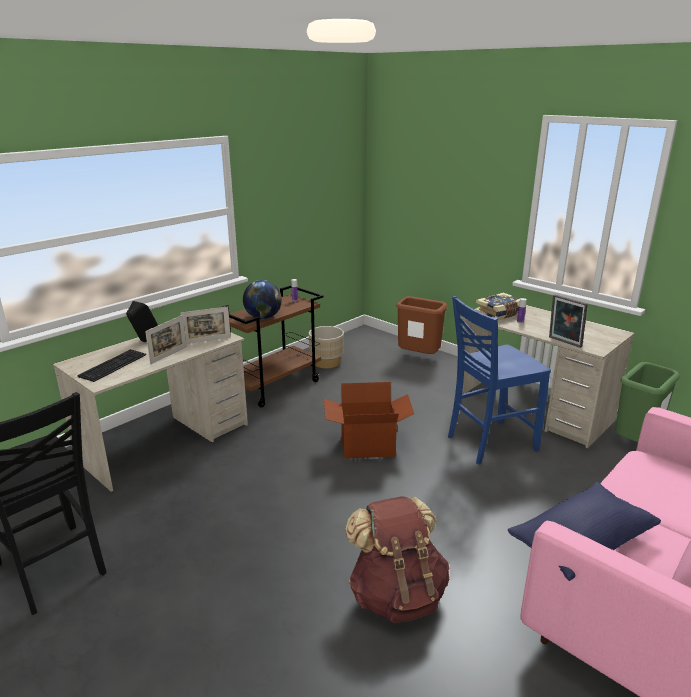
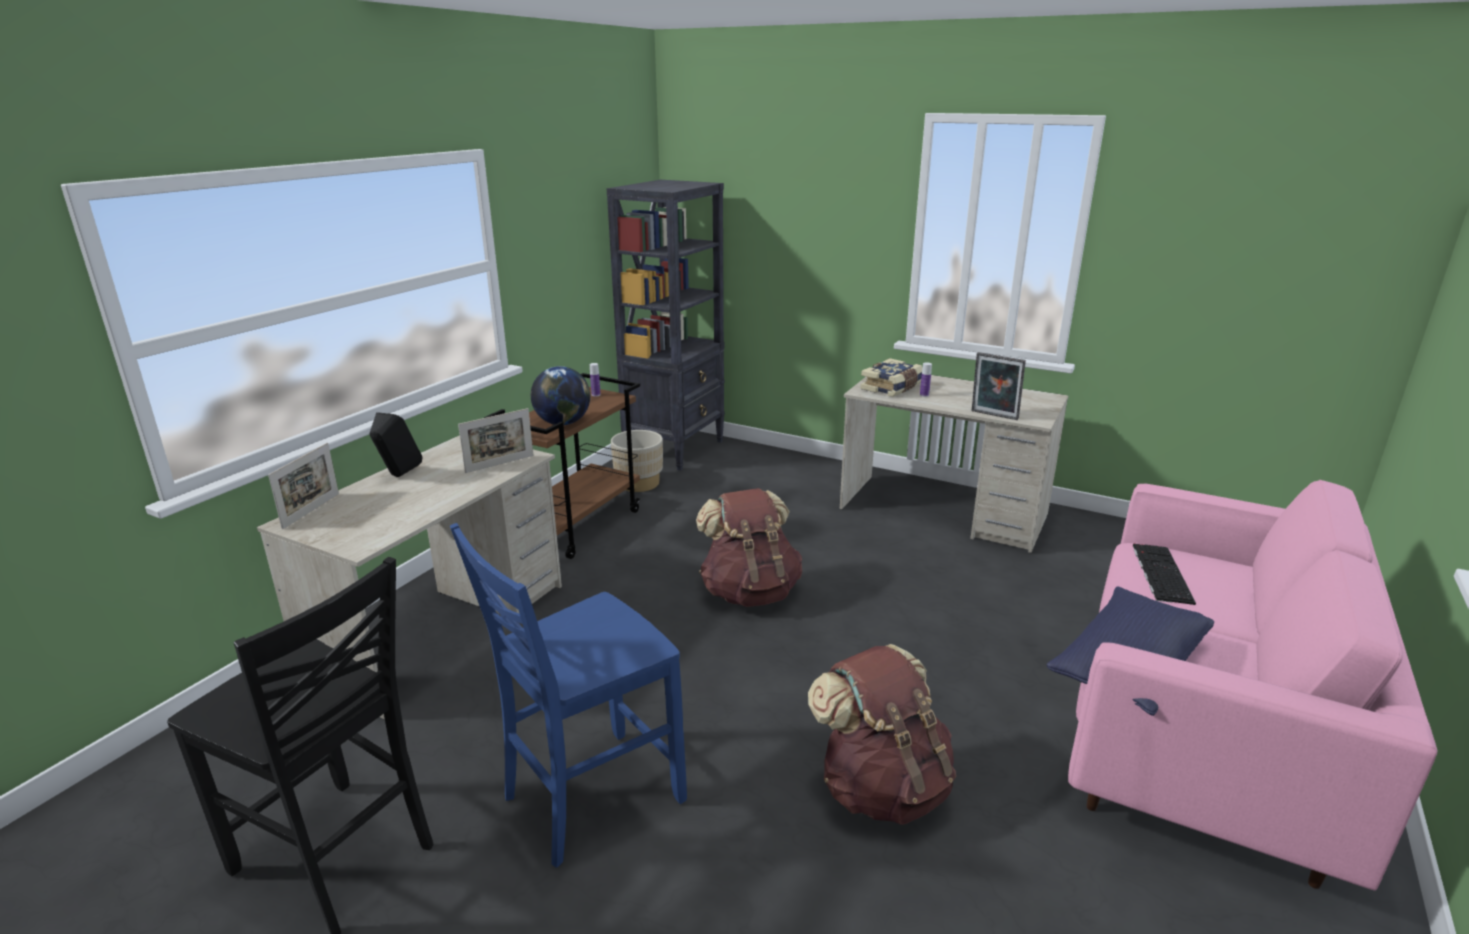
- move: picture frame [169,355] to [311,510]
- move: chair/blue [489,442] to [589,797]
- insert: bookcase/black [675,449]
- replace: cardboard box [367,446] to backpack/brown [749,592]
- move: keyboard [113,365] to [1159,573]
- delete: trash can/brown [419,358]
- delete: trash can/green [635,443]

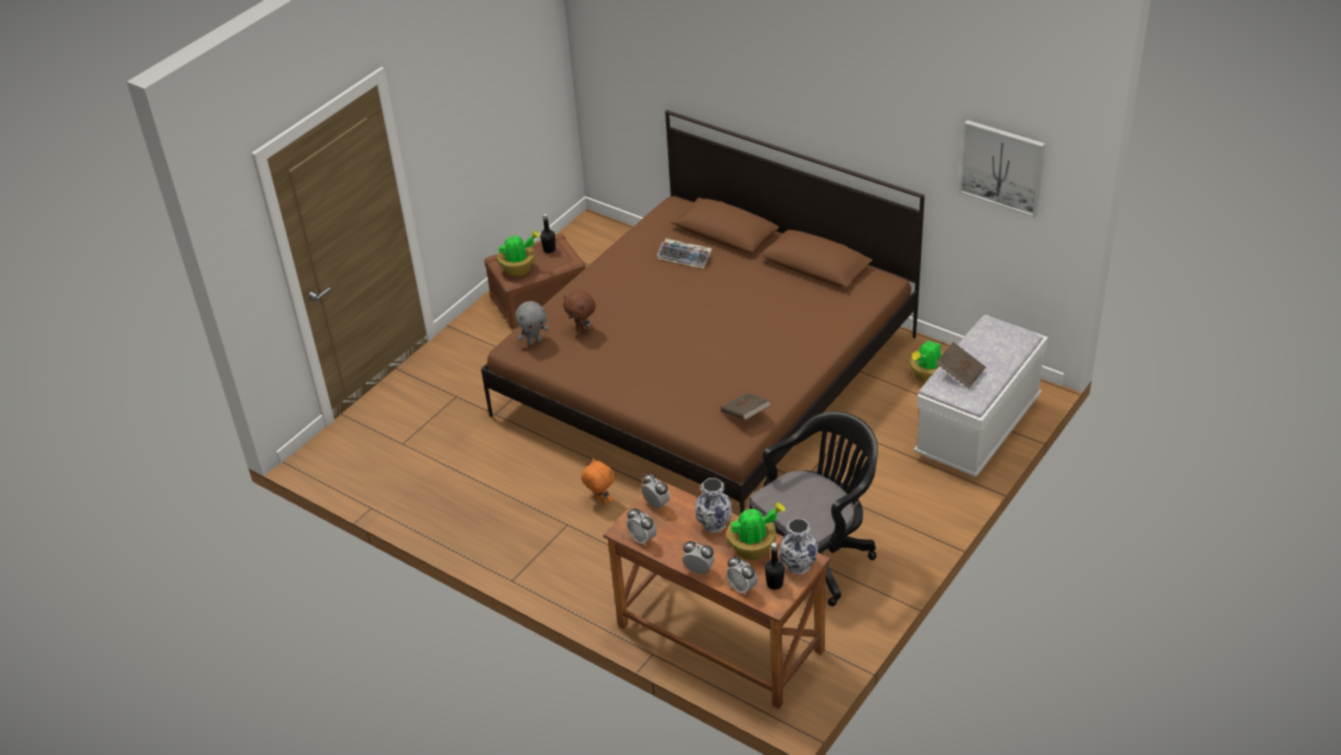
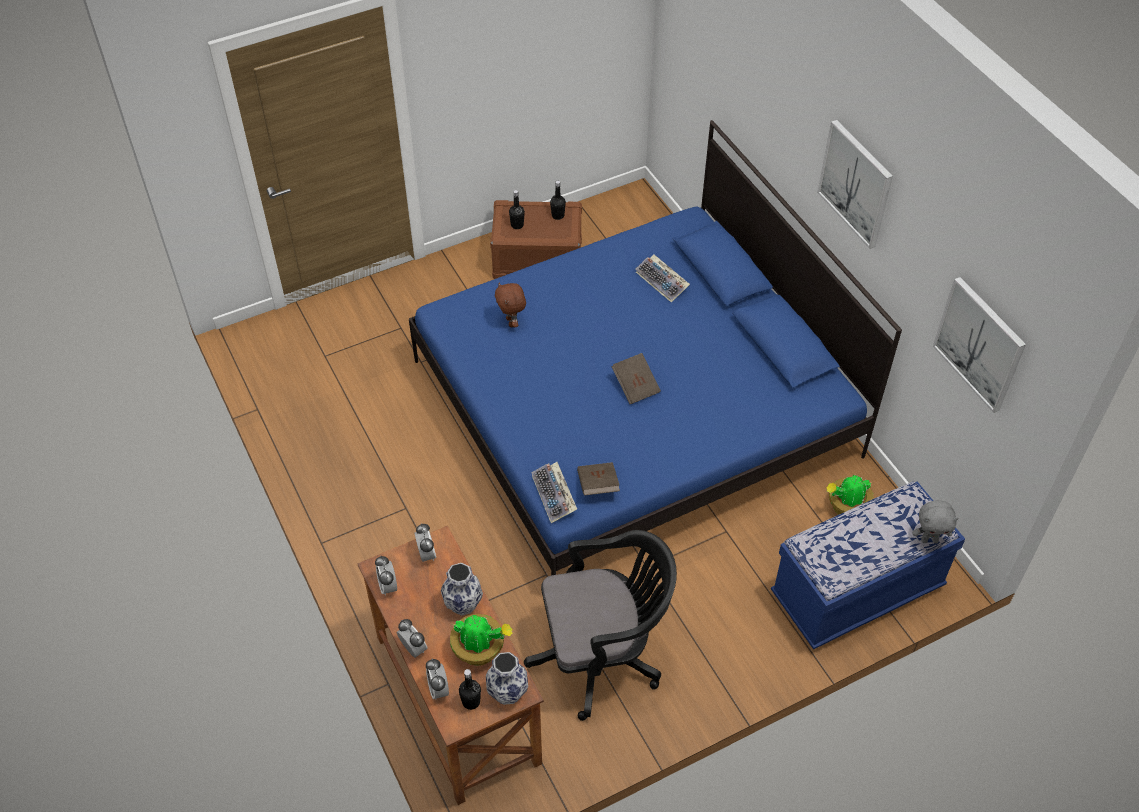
- recolor: bed/brown [707,375] to bed/blue [634,408]
- replace: potted plant [519,269] to bottle/black [517,225]
- insert: keyboard [554,496]
- move: book/brown [960,373] to [636,386]
- recolor: bench/white [977,429] to bench/blue [856,592]
- insert: picture [856,183]
- move: plush toy/grey [534,341] to [929,540]
- delete: plush toy/orange [600,501]

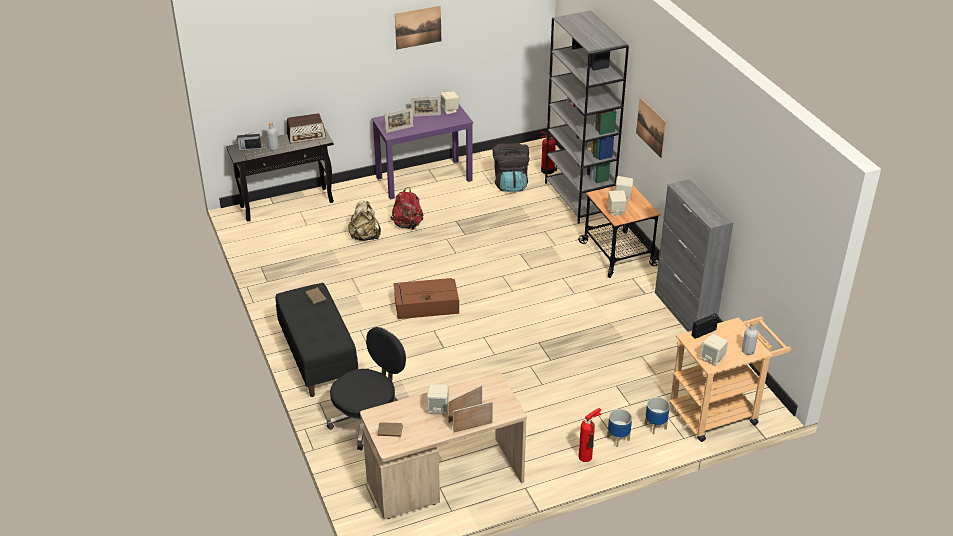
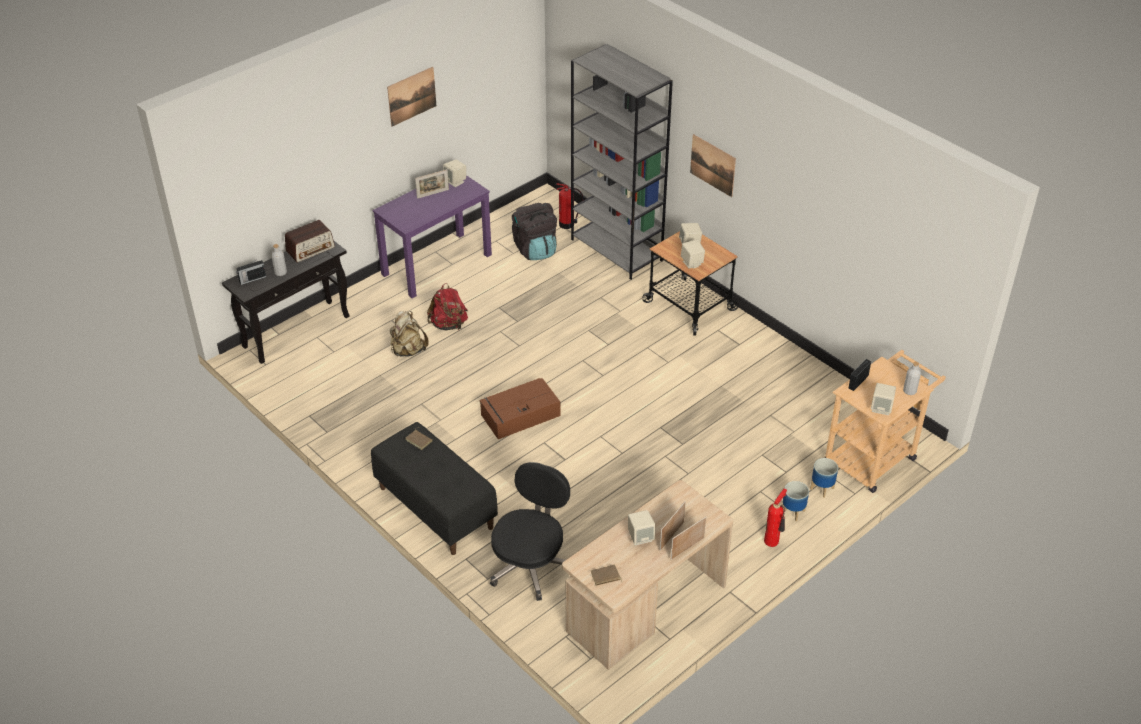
- delete: picture frame [399,129]
- delete: cabinet/grey [684,312]

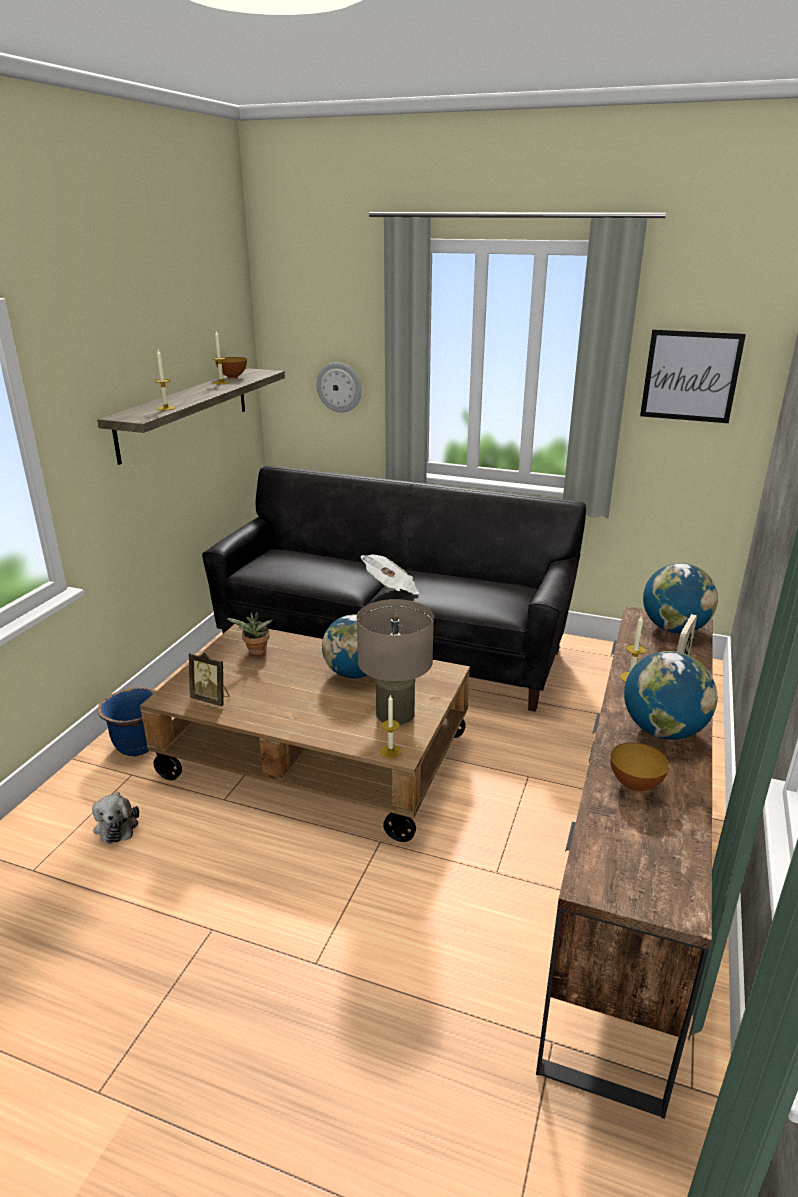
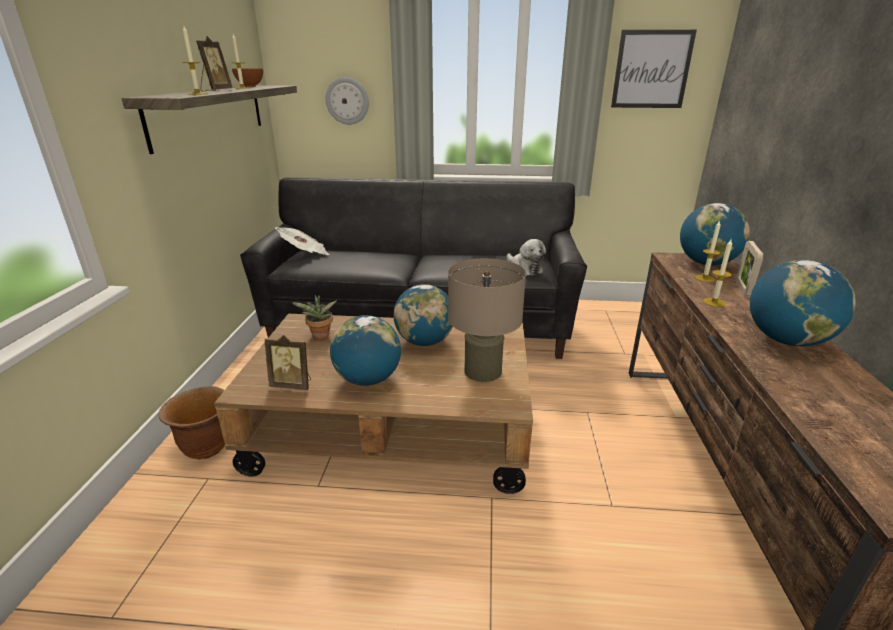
- recolor: planter/blue [137,745] to planter/brown [206,446]
- insert: picture frame [216,91]
- move: newspaper [391,588] to [305,253]
- insert: globe [368,379]
- move: plush toy [117,825] to [524,269]
- move: candle [390,751] to [704,278]
- delete: bowl [635,785]

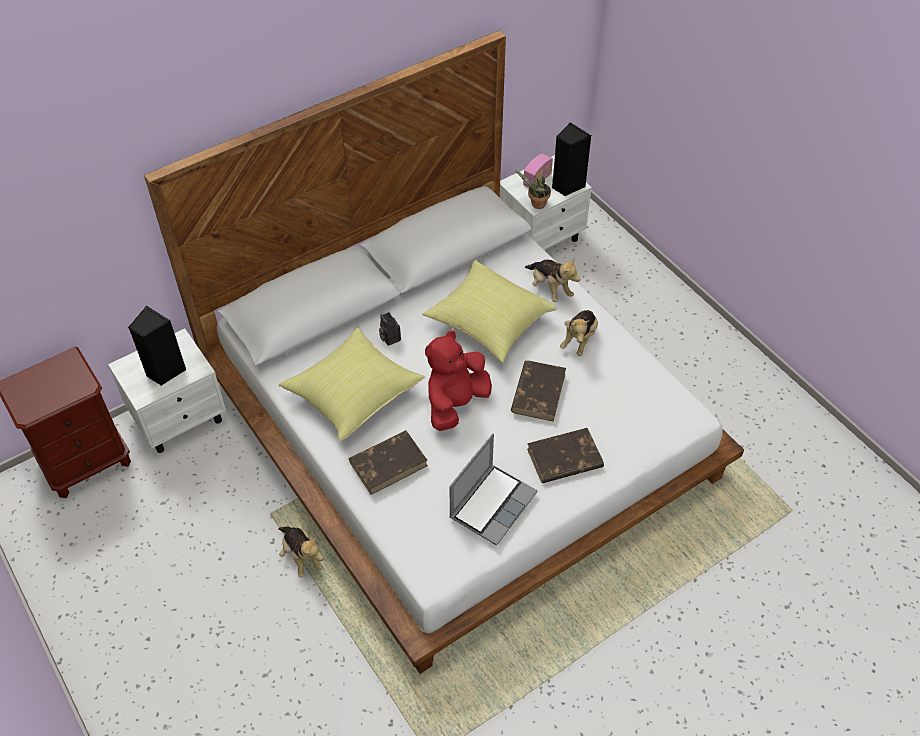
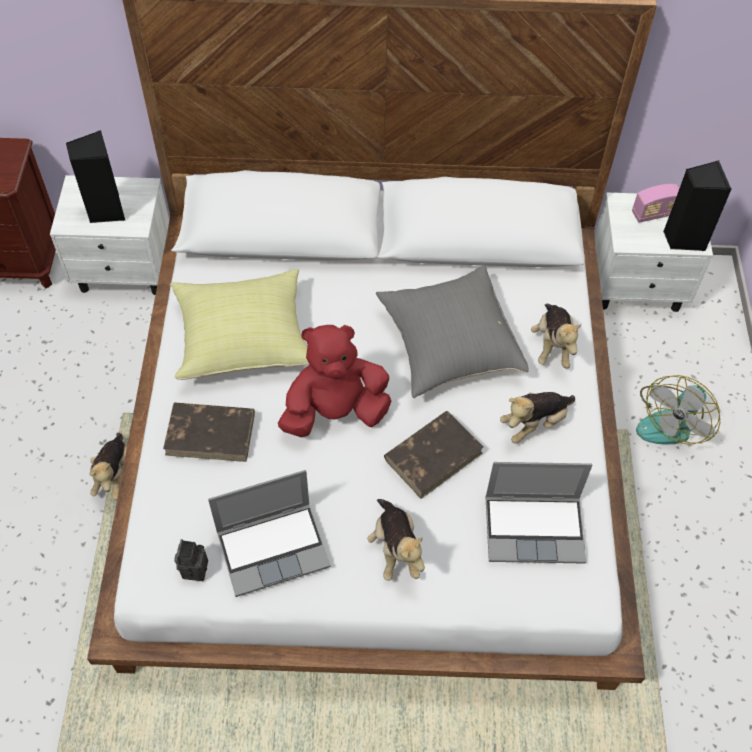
- move: photo camera [389,338] to [193,568]
- replace: book/brown [564,459] to plush toy [395,549]
- recolor: pillow/yellow [487,324] to pillow/grey [448,345]
- insert: laptop [535,528]
- insert: fan [671,420]
- delete: potted plant [536,204]

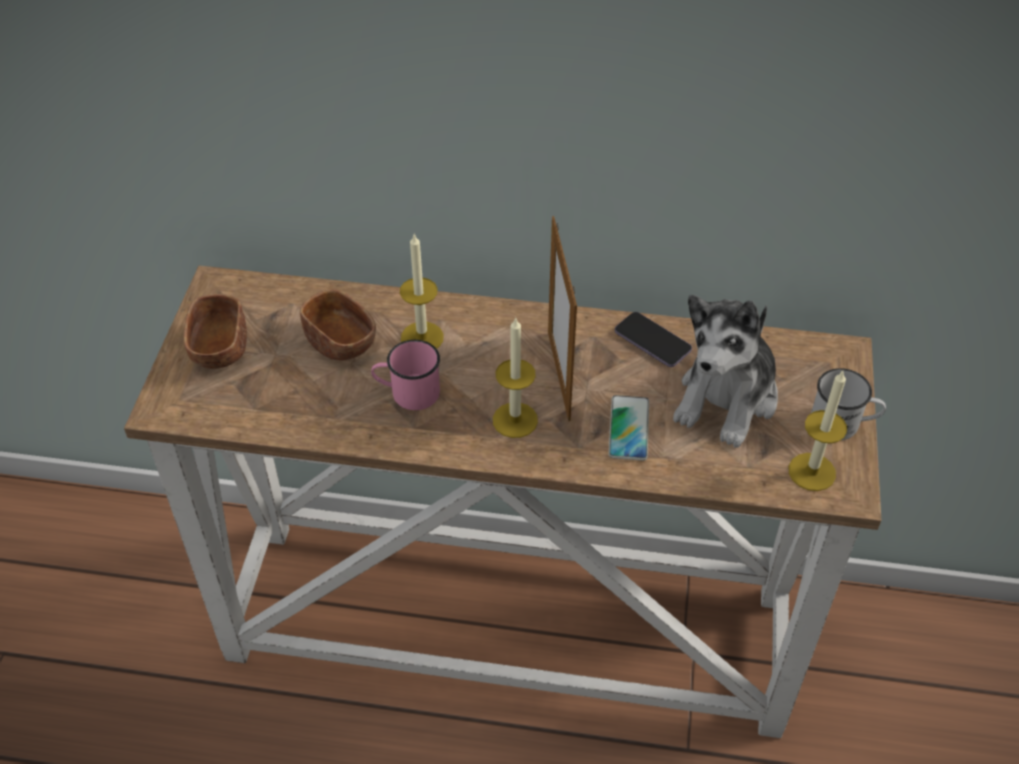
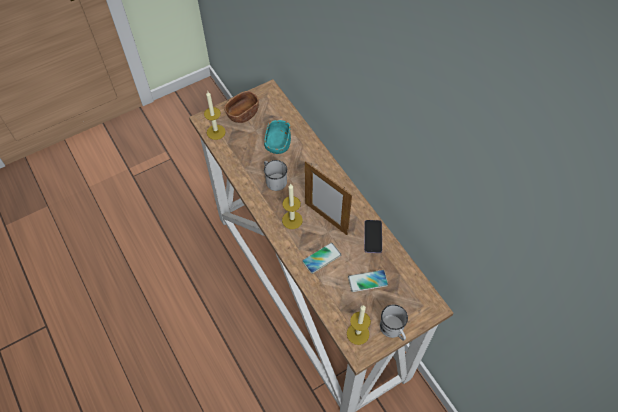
- move: candle [422,337] to [216,132]
- recolor: bowl/brown [341,342] to bowl/turquoise [278,144]
- recolor: mug/pink [408,393] to mug/white [274,180]
- rotate: picture frame [559,375] = [326,218] 90 degrees counterclockwise
- replace: plush toy [727,399] to phone [367,281]

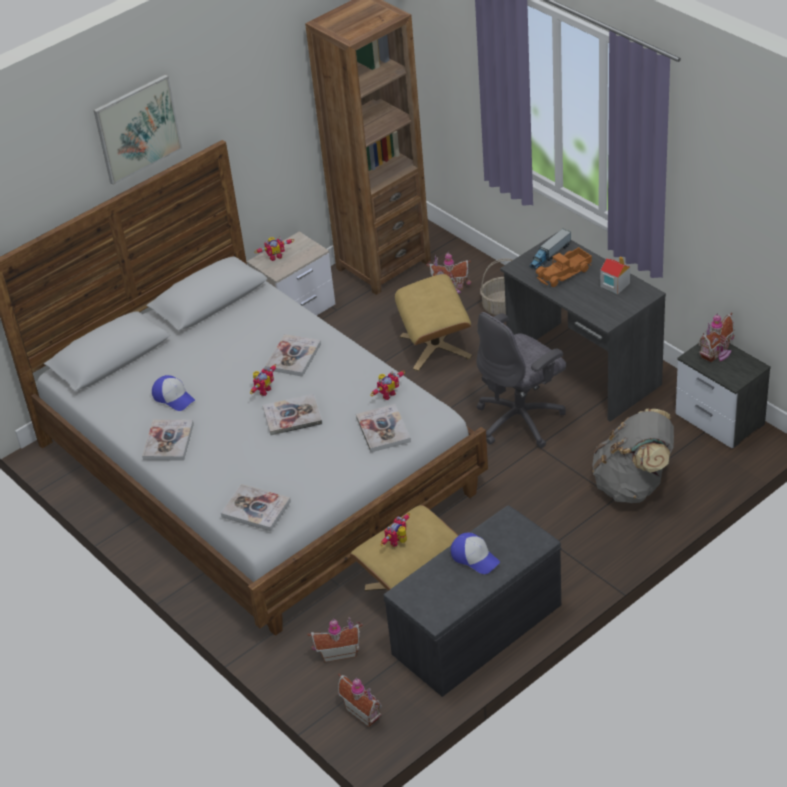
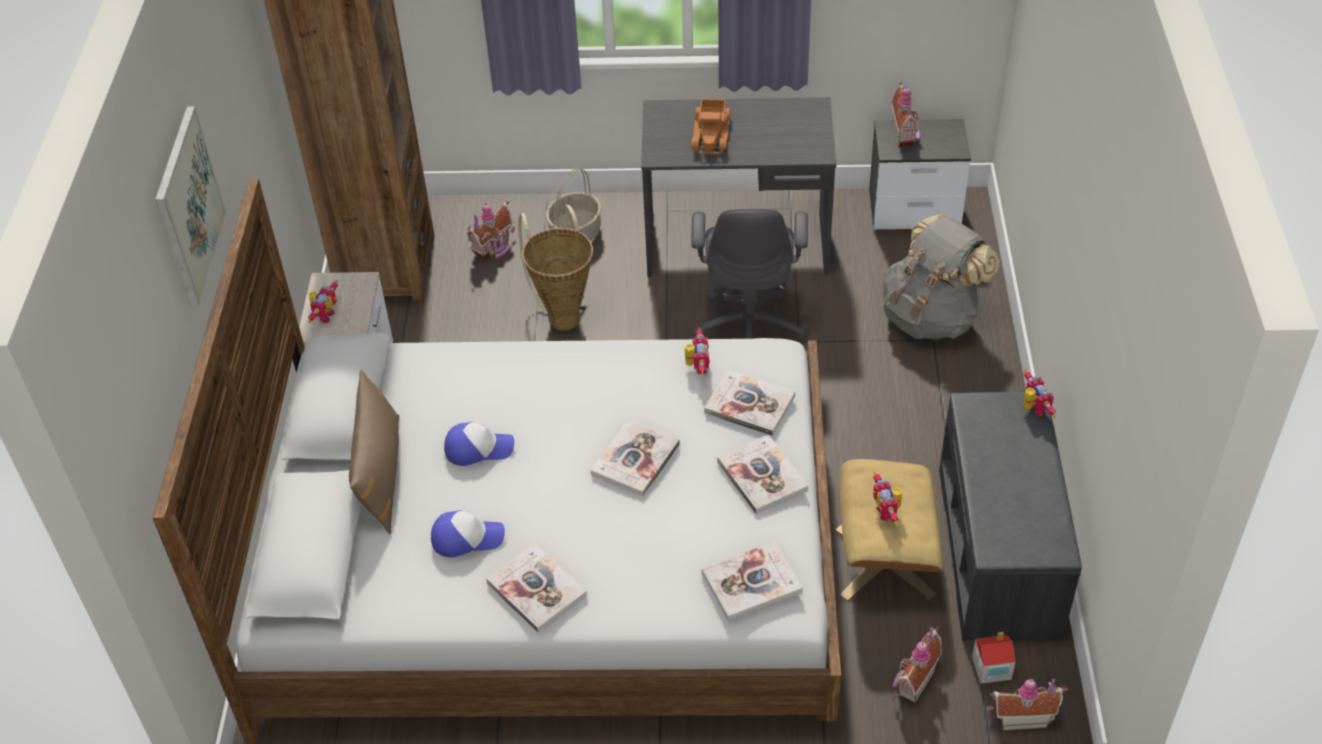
- insert: pillow/brown [380,474]
- move: cap [475,557] to [478,448]
- replace: ottoman/beige [436,346] to basket [563,314]
- move: book [293,357] to [762,476]
- move: toy house [614,285] to [990,668]
- move: toy robot [263,390] to [1033,409]
- delete: toy truck [550,255]

